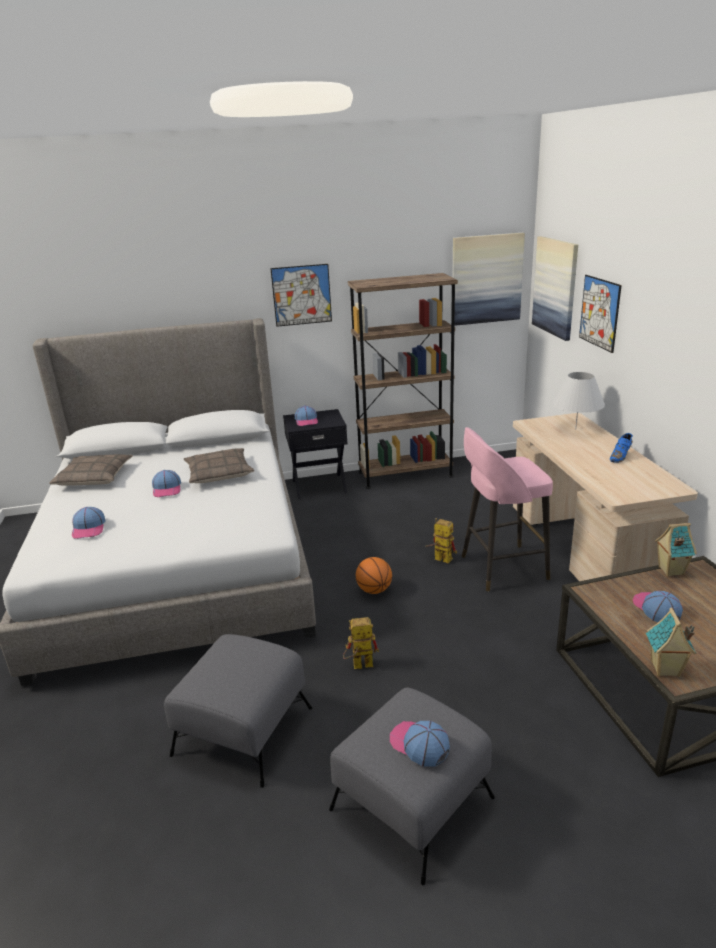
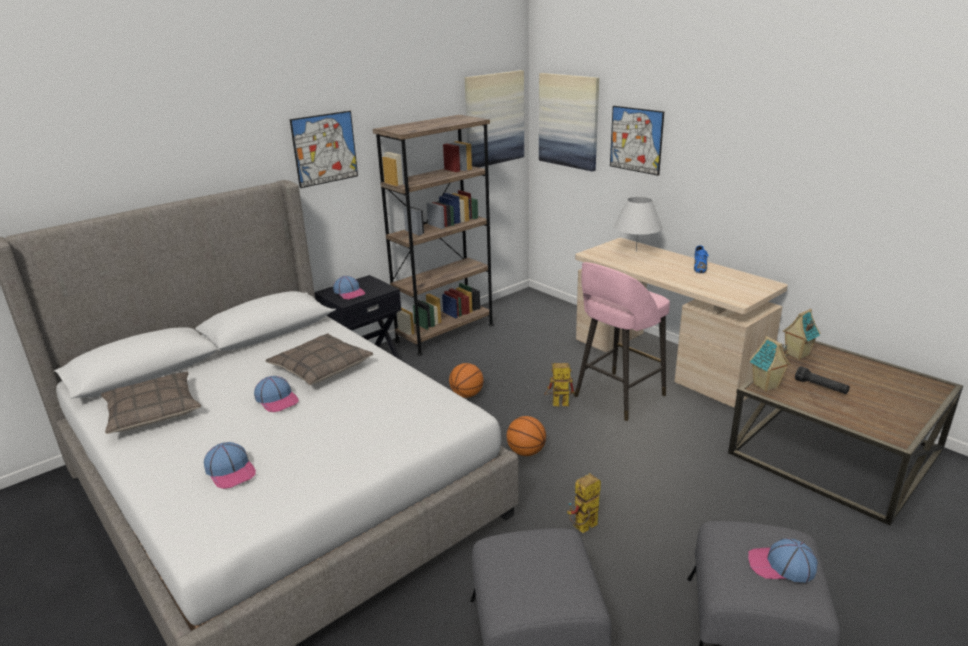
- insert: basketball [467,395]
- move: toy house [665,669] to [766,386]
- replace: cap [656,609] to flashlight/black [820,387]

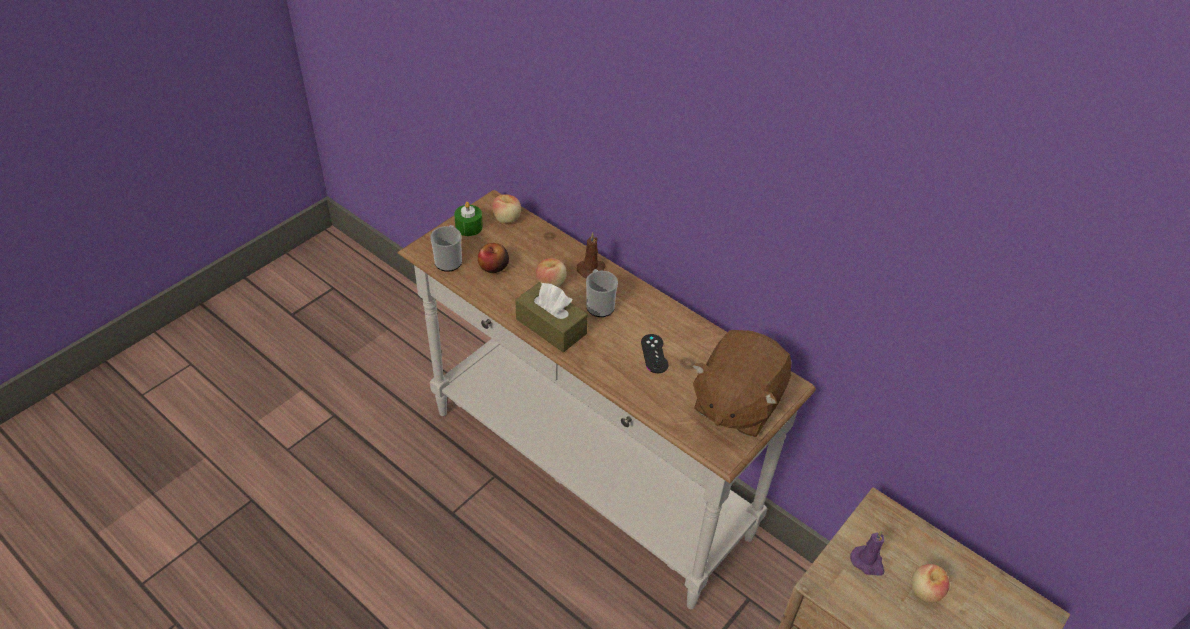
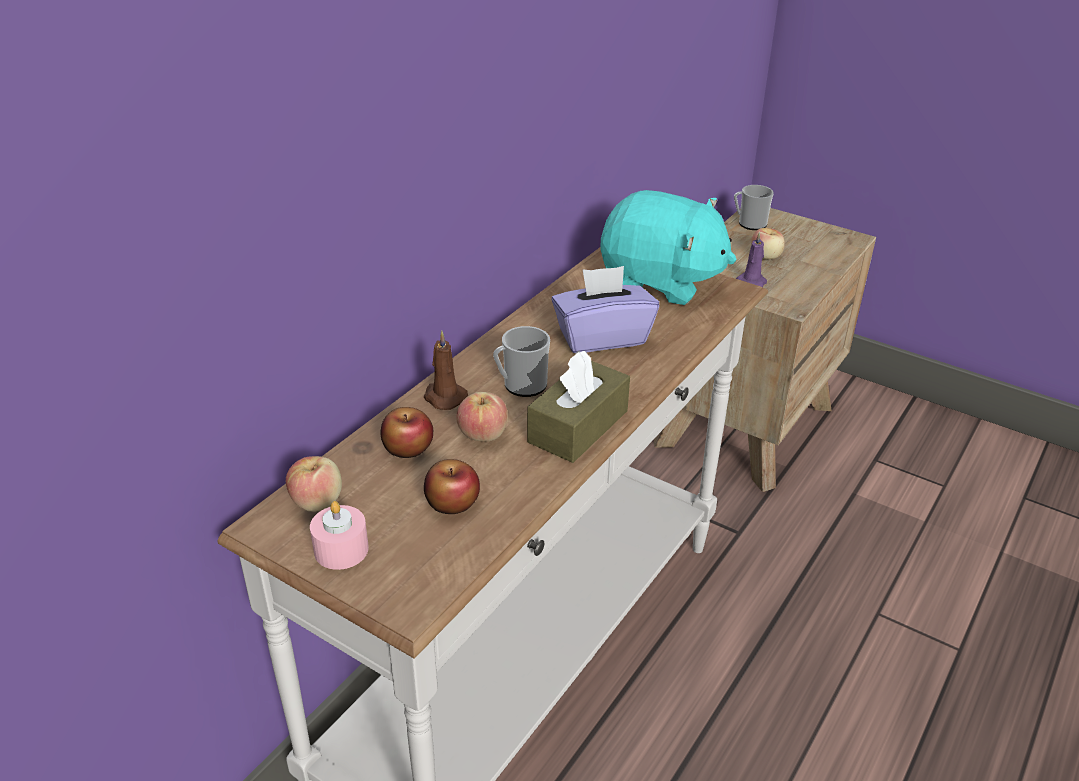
- recolor: candle/green [469,227] to candle/pink [341,549]
- insert: apple [408,448]
- replace: game controller/black [654,353] to tissue box/purple [602,337]
- recolor: plush toy/brown [736,403] to plush toy/turquoise [661,282]
- move: mug [449,260] to [749,224]

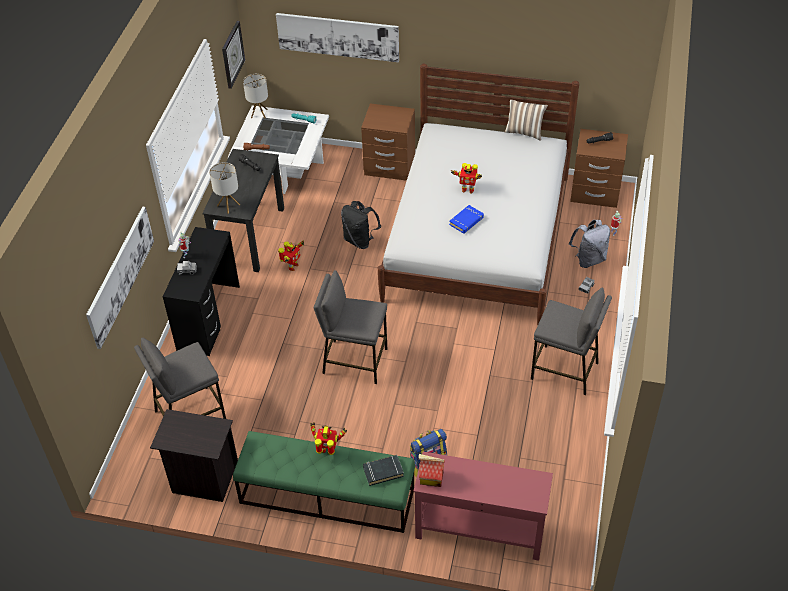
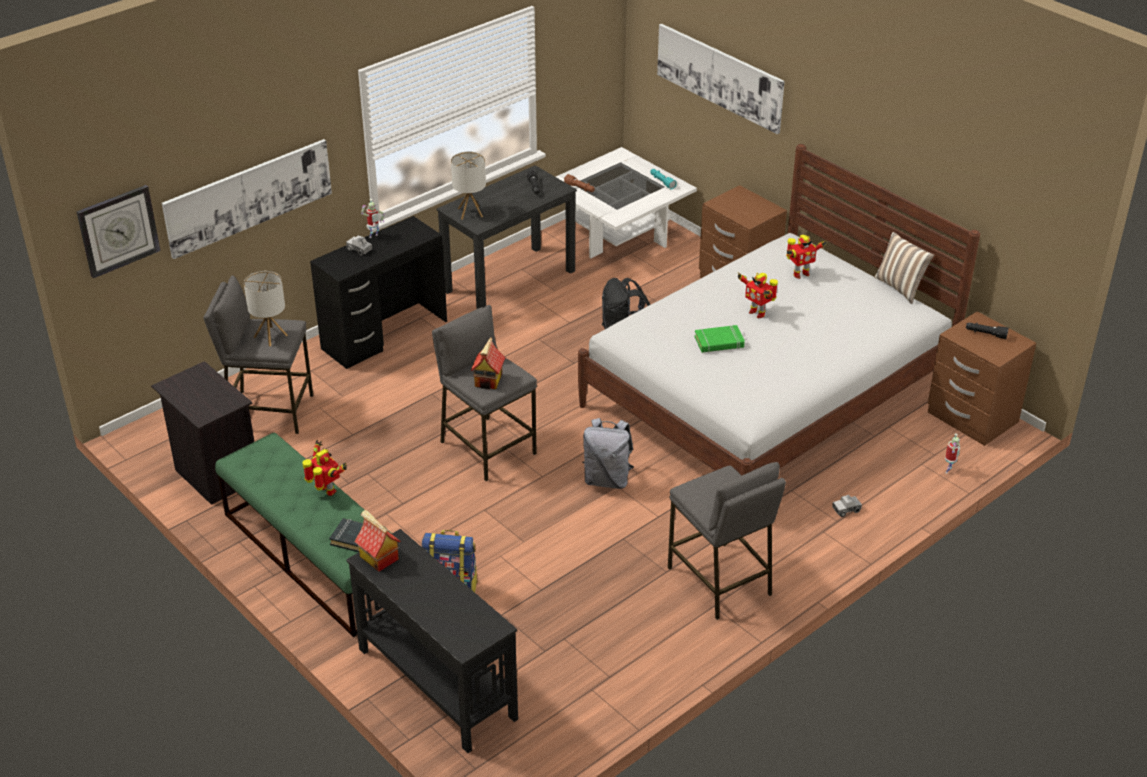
- move: wall clock [232,54] to [118,230]
- move: table lamp [259,113] to [270,336]
- recolor: console table/red [479,529] to console table/black [436,682]
- insert: toy house [489,380]
- move: backpack/grey [589,259] to [607,479]
- recolor: book/blue [466,221] to book/green [719,342]
- move: toy robot [292,266] to [800,274]

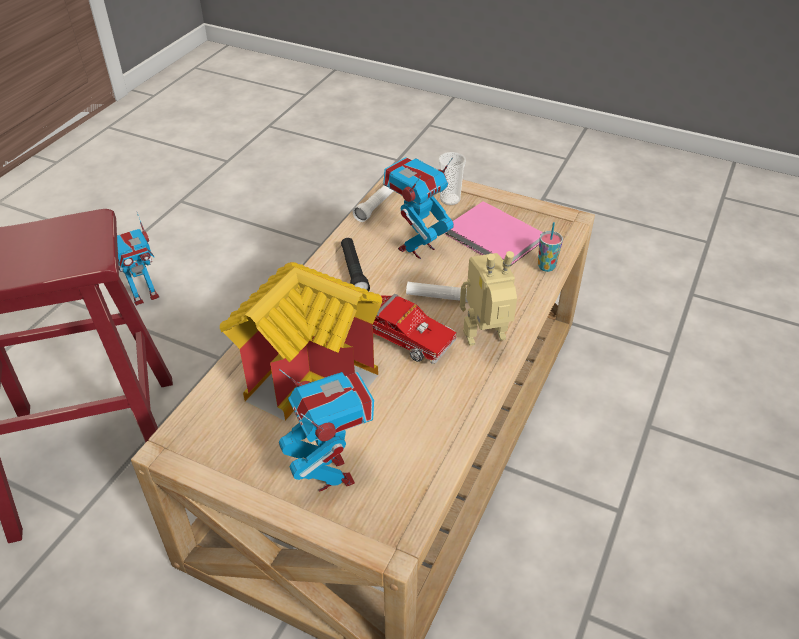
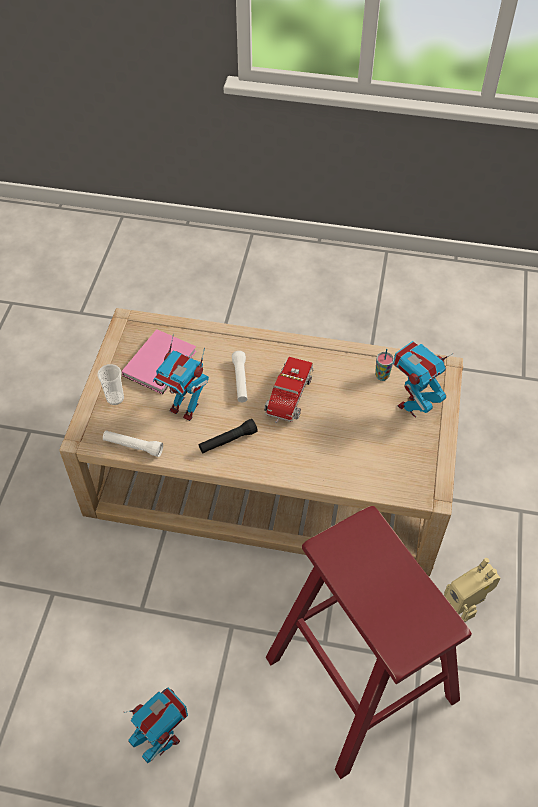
- move: cup [546,266] to [382,376]
- move: toy robot [486,340] to [464,606]
- delete: toy house [313,375]

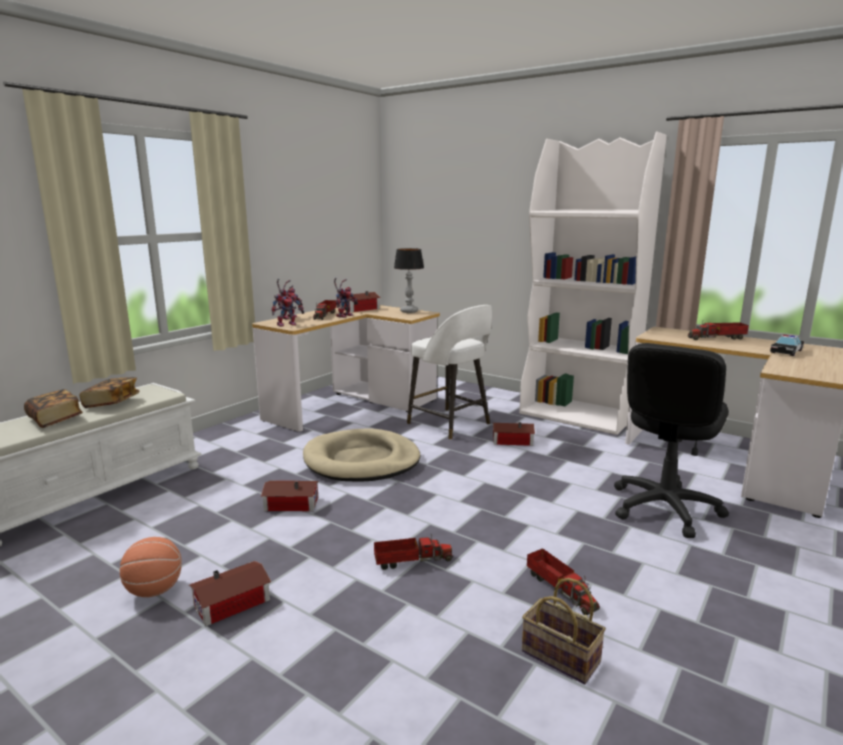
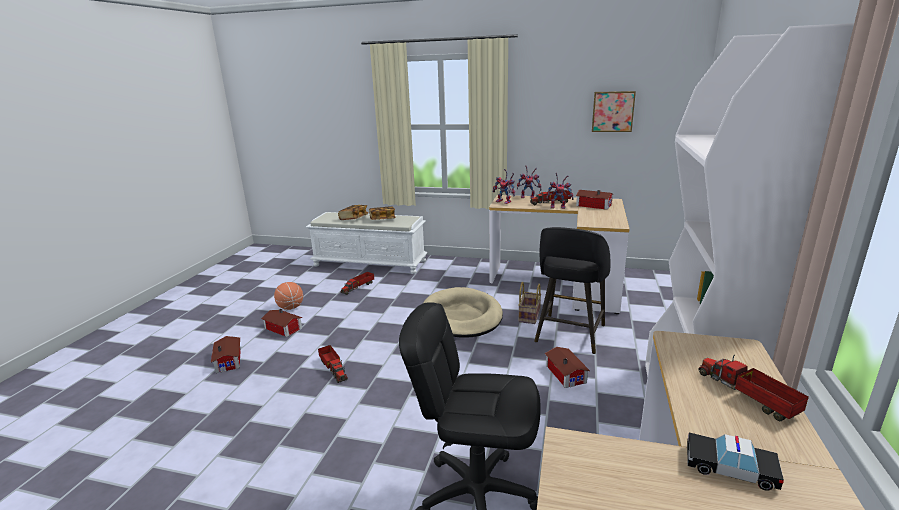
- move: toy house [290,503] to [229,359]
- move: toy truck [560,589] to [358,287]
- move: basket [558,657] to [529,315]
- recolor: stool/white [450,424] to stool/black [569,334]
- insert: picture [612,111]
- delete: table lamp [408,311]

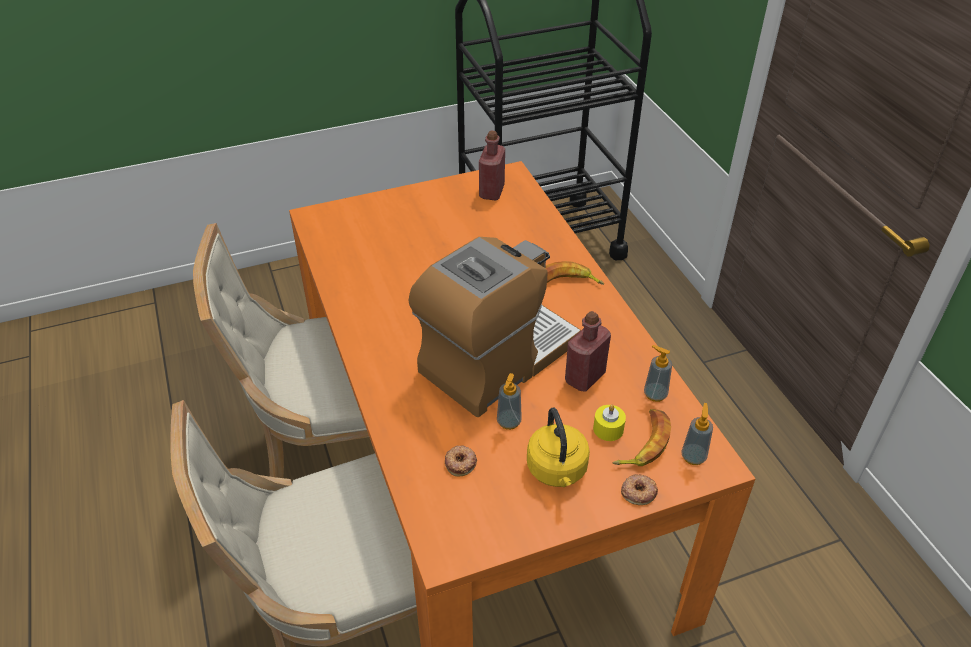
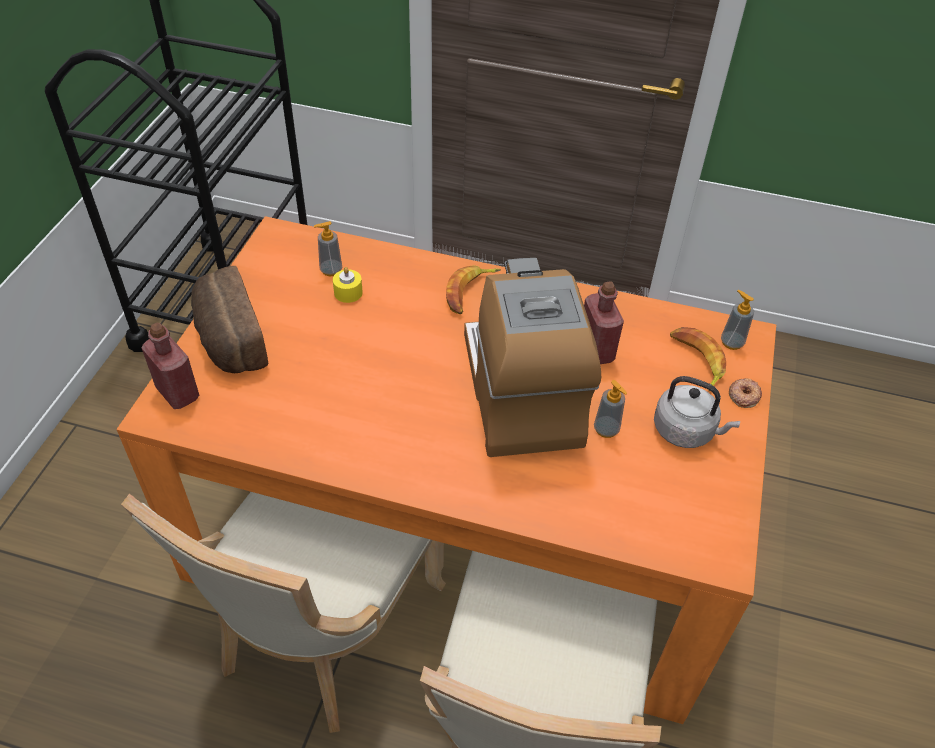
- move: bottle/red [491,192] to [178,393]
- insert: bread [229,340]
- move: soap dispenser [655,394] to [331,270]
- move: candle/yellow [608,429] to [348,292]
- recolor: kettle/yellow [557,471] to kettle/grey [686,431]
- delete: donut [461,463]

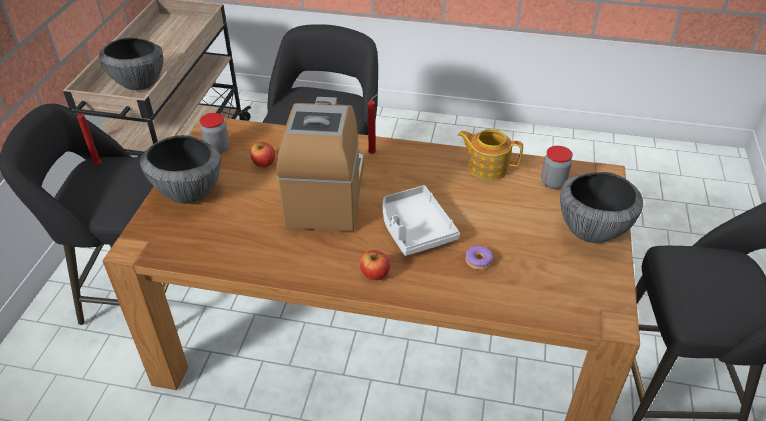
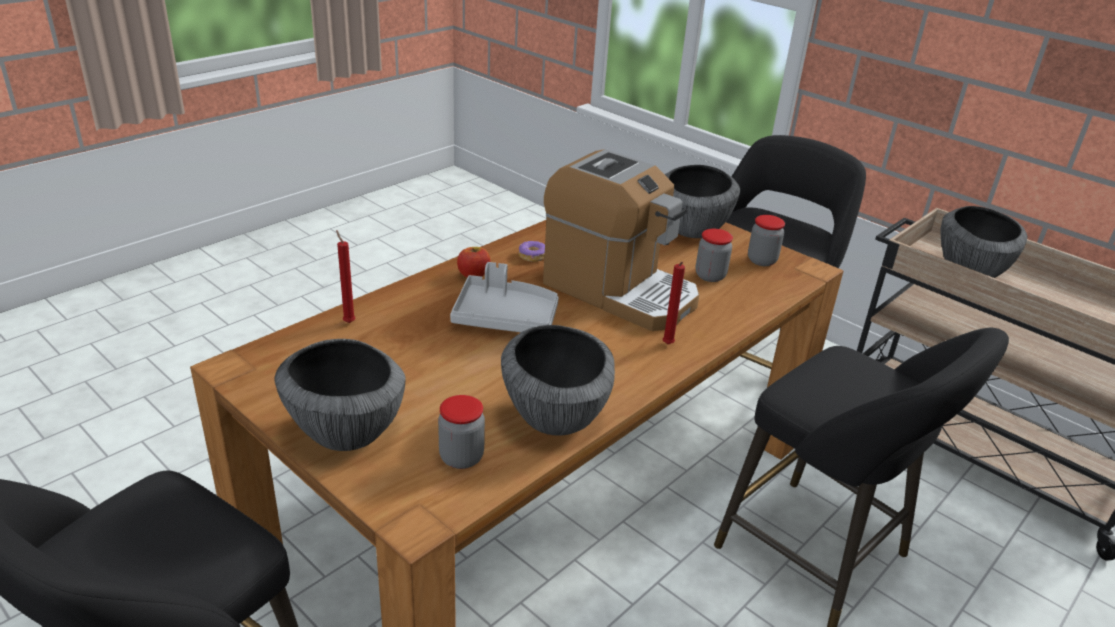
- move: candle/red [96,165] to [348,322]
- replace: teapot [487,166] to bowl [555,418]
- move: donut [478,261] to [532,256]
- replace: apple [263,163] to jar [710,276]

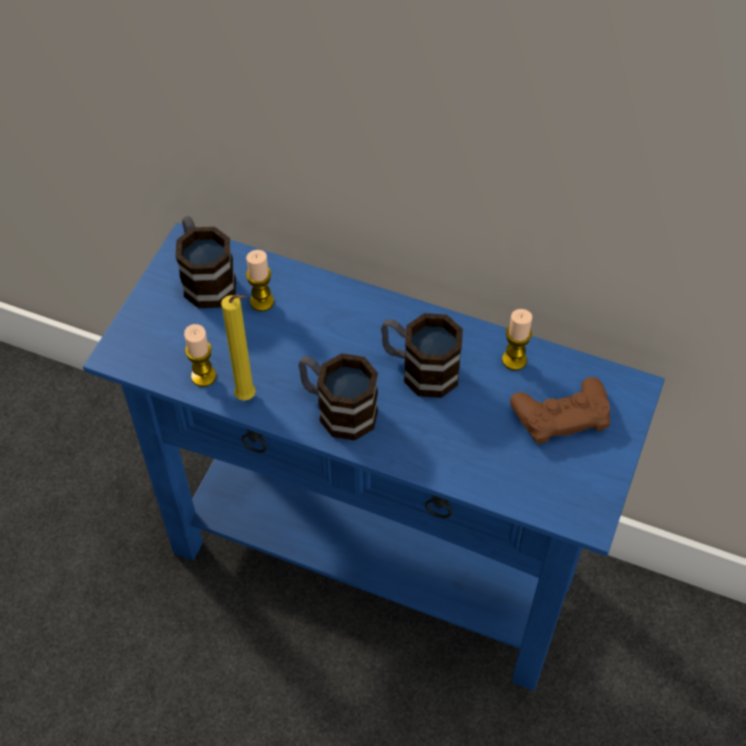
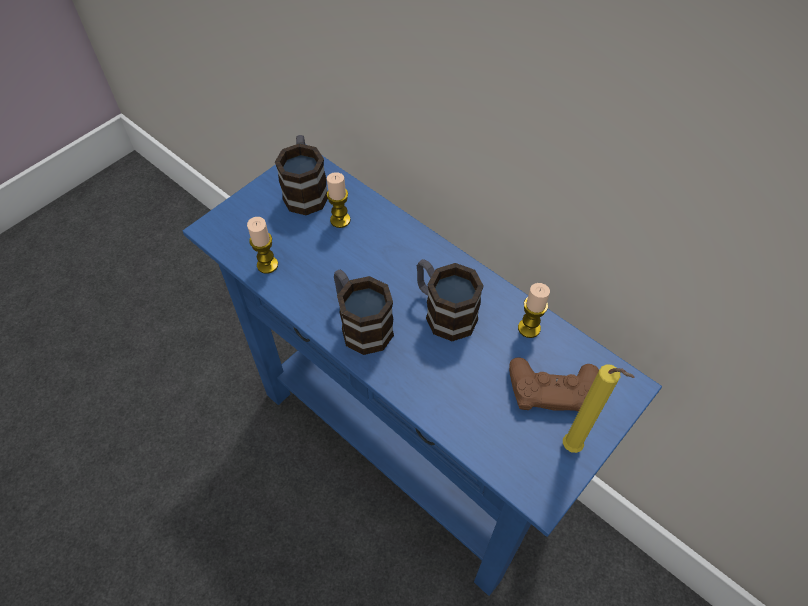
- move: candle/yellow [248,398] to [574,449]

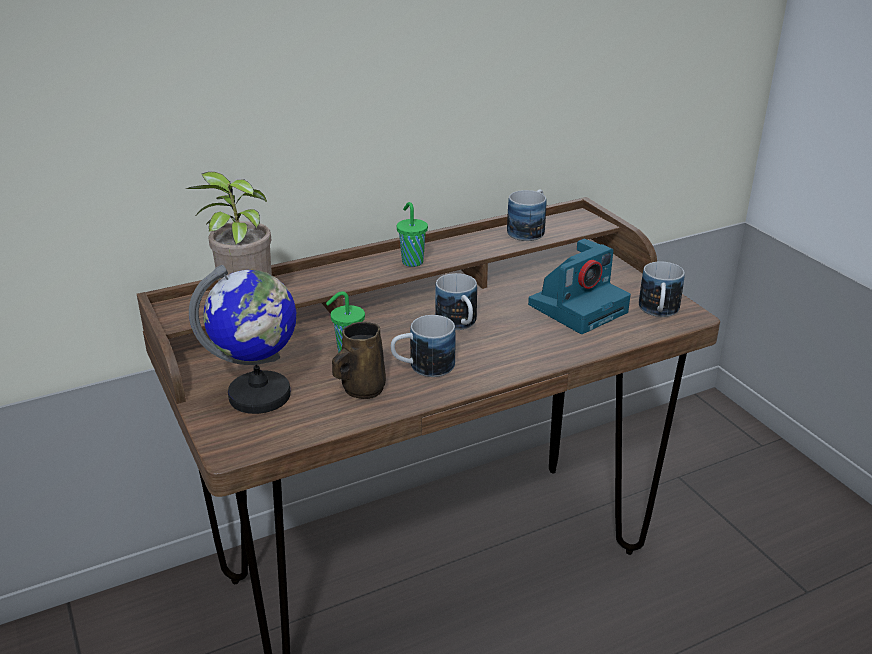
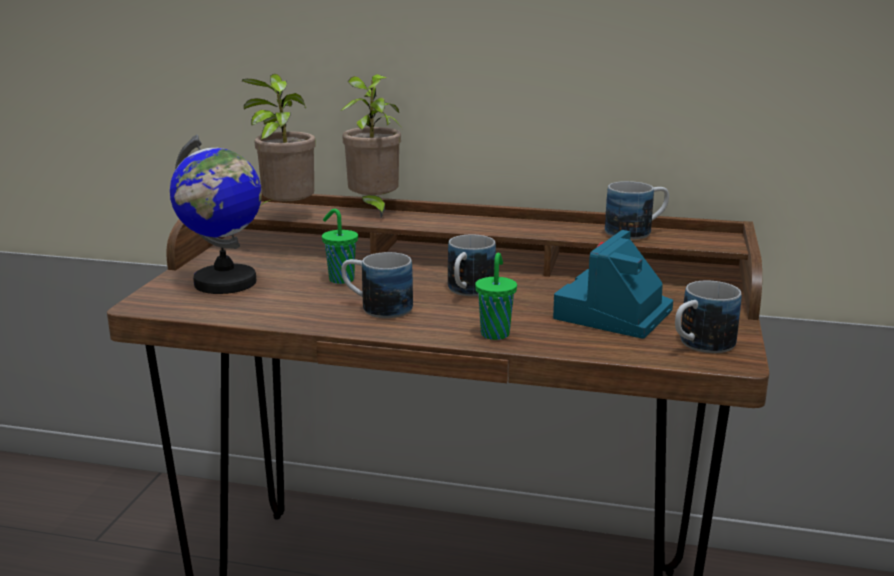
- insert: potted plant [374,209]
- move: cup/green [412,261] to [495,333]
- rotate: photo camera [578,307] = [613,315] 120 degrees clockwise
- delete: mug/brown [361,389]

